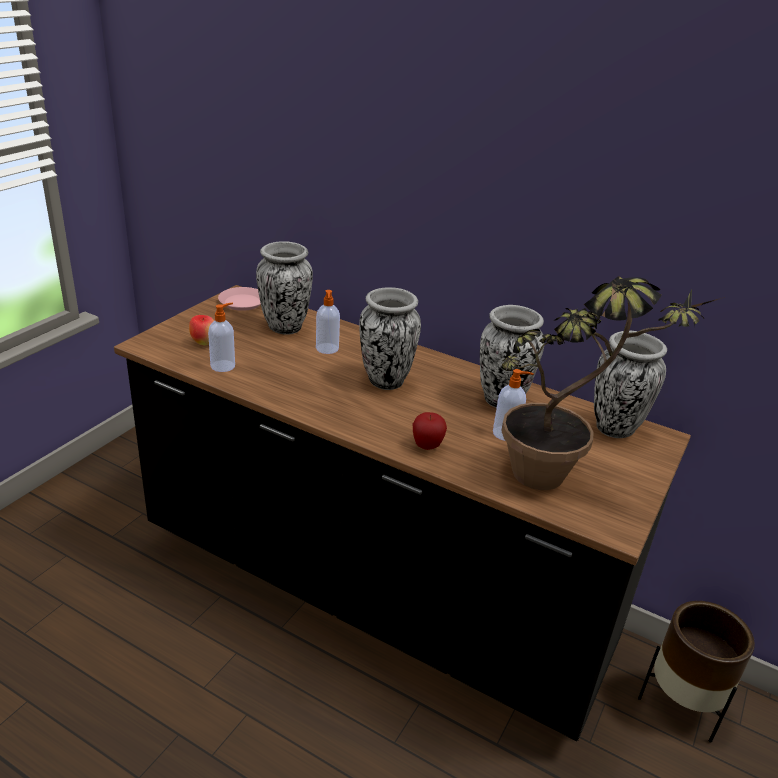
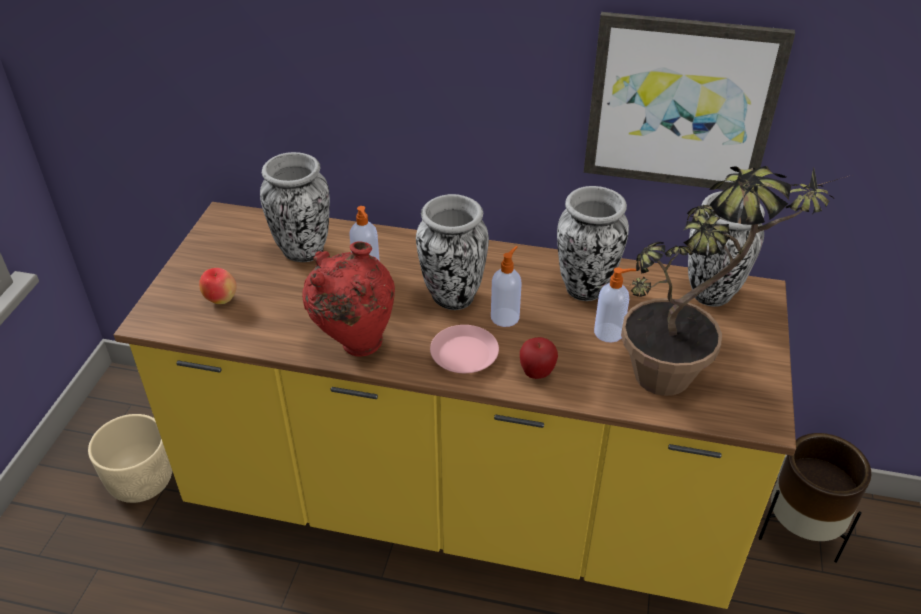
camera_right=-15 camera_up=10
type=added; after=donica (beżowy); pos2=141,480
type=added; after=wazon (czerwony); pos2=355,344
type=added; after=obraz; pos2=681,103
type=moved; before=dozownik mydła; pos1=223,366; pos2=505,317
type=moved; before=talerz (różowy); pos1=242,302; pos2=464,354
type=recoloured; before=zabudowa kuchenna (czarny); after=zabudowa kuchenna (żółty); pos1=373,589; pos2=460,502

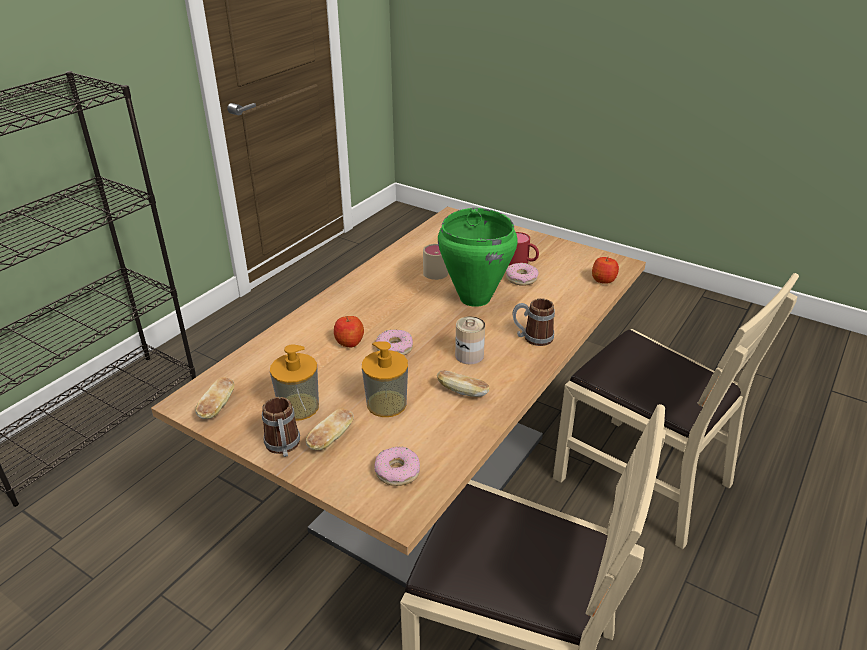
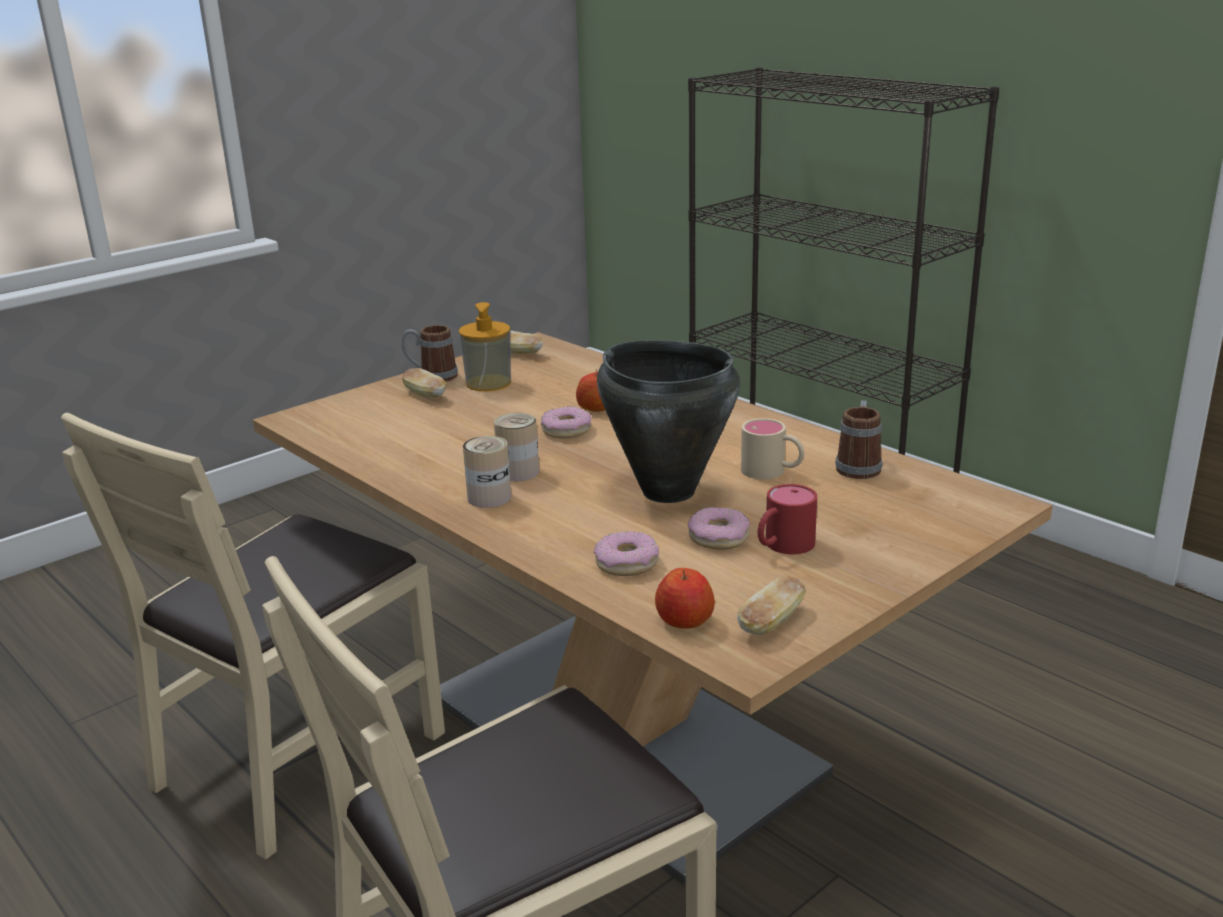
camera_right=105 camera_up=-10
type=removed; before=dozownik mydła; pos1=386,404
type=added; after=puszka; pos2=489,497
type=moved; before=donut; pos1=397,471; pos2=627,563
type=moved; before=chleb; pos1=462,391; pos2=771,622
type=moved; before=kubek; pos1=532,338; pos2=858,466
type=recoloured; before=garnek (zielony); after=garnek (czarny); pos1=474,298; pos2=667,491

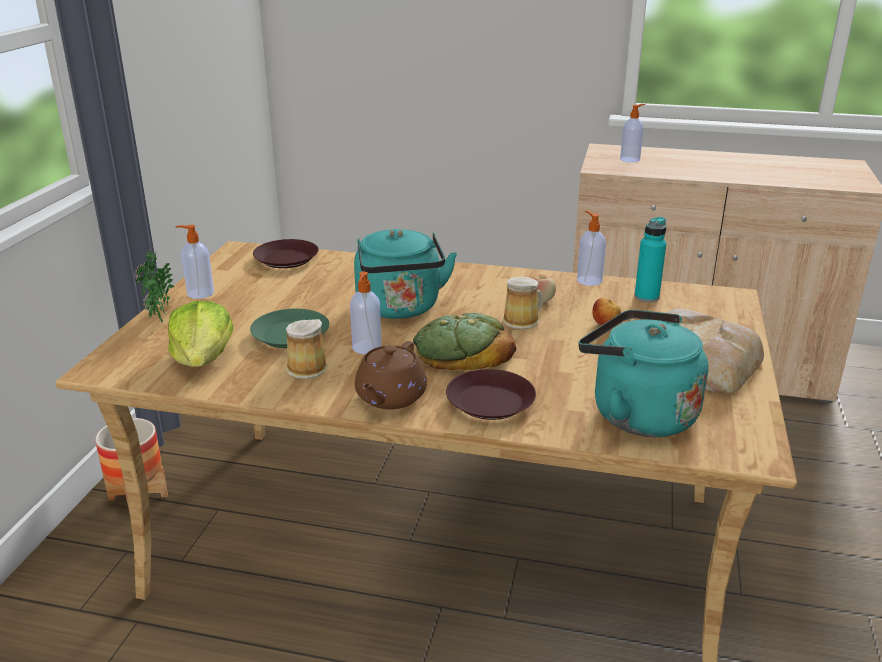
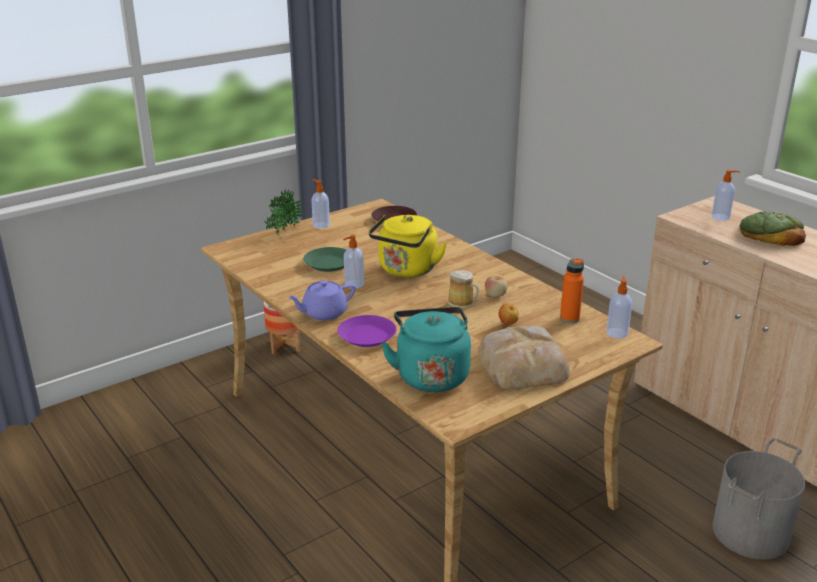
camera_right=40 camera_up=0
type=removed; before=sałata; pos1=203,359
type=removed; before=kubek; pos1=305,368
type=added; after=wiadro (szary); pos2=751,533
type=moved; before=chleb; pos1=462,350; pos2=771,234
type=moved; before=dozownik mydła; pos1=588,280; pos2=617,332
type=recoloured; before=czajnik (turkusowy); after=czajnik (żółty); pos1=400,309; pos2=406,270
type=recoloured; before=imbryk (brązowy); after=imbryk (fioletowy); pos1=390,397; pos2=323,313
type=recoloured; before=talerz (brązowy); after=talerz (fioletowy); pos1=489,402; pos2=366,336
type=recoloured; before=butelka (turkusowy); after=butelka (pomarańczowy); pos1=646,297; pos2=569,319

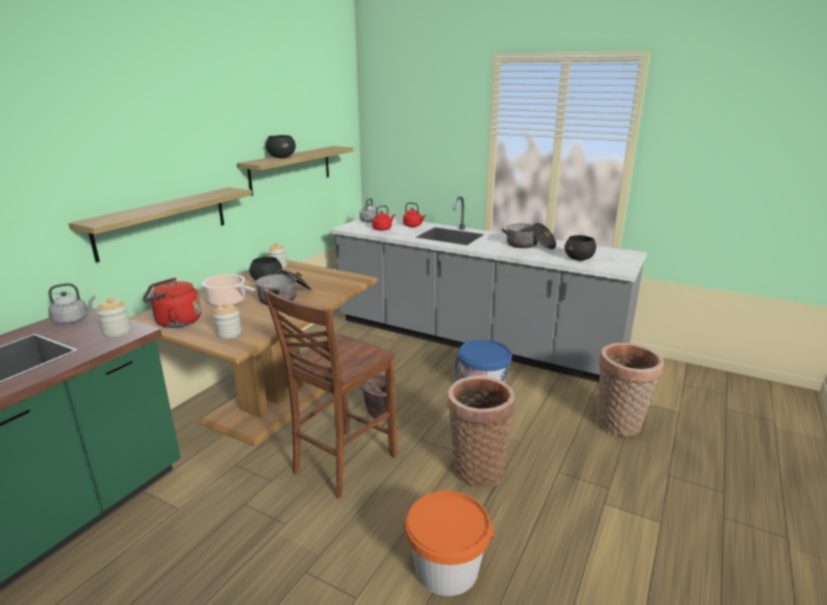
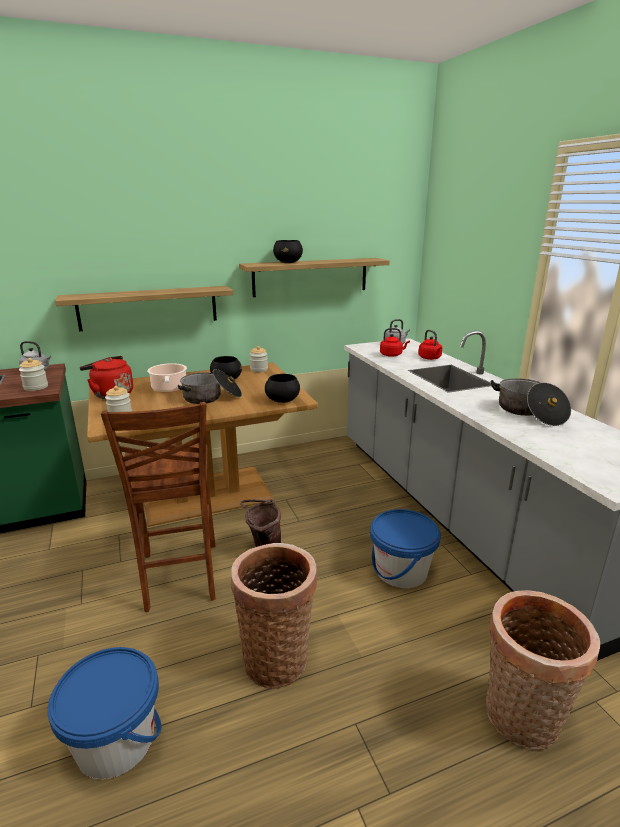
camera_right=40 camera_up=0
type=moved; before=miska (czarny); pos1=579,259; pos2=282,401
type=recoloured; before=wiadro (pomarańczowy); after=wiadro (niebieski); pos1=446,568; pos2=116,740
type=turned; before=krzesło (brązowy); pos1=342,464; pos2=179,577; turn=-90

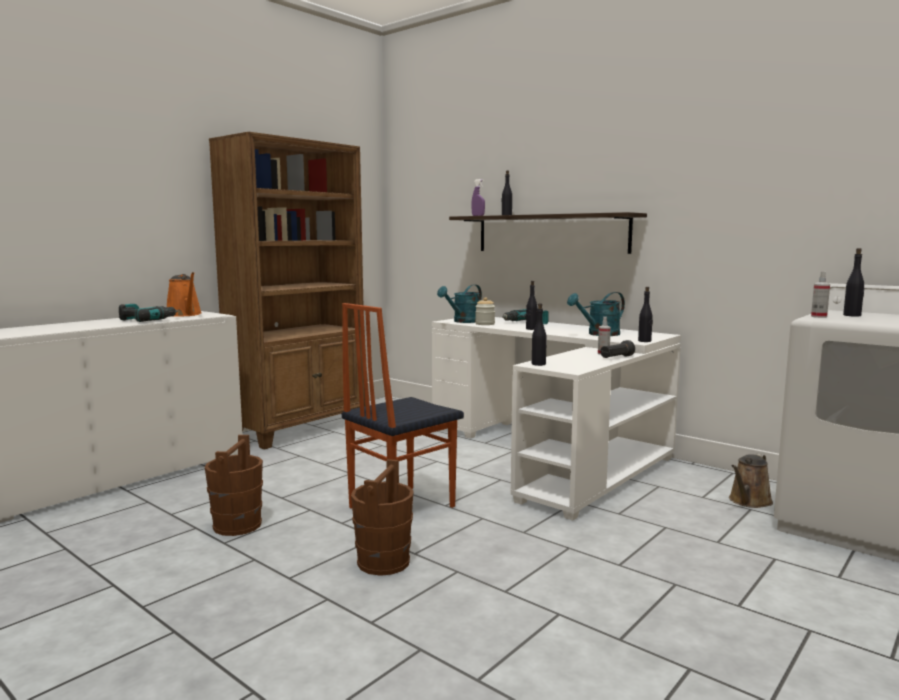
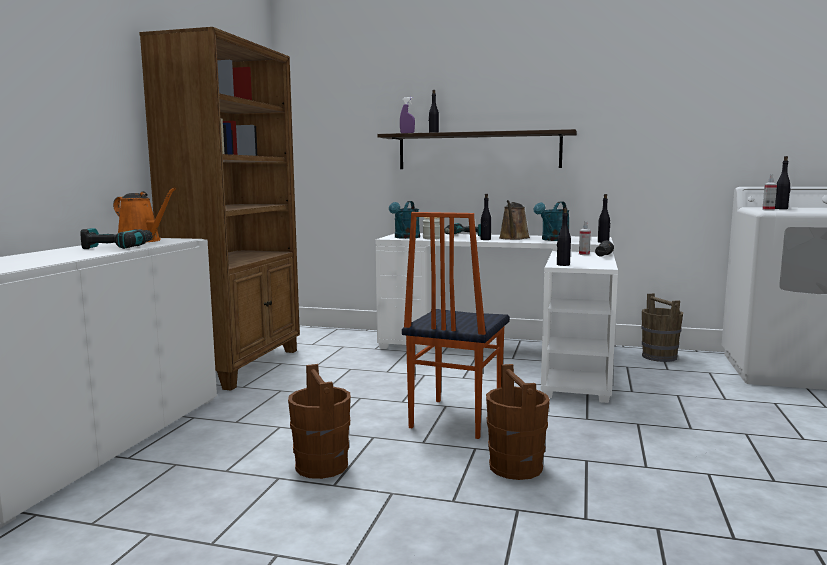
camera_right=-25 camera_up=0
type=added; after=wiadro (brązowy); pos2=659,356
type=moved; before=konewka (brązowy); pos1=748,501; pos2=513,238

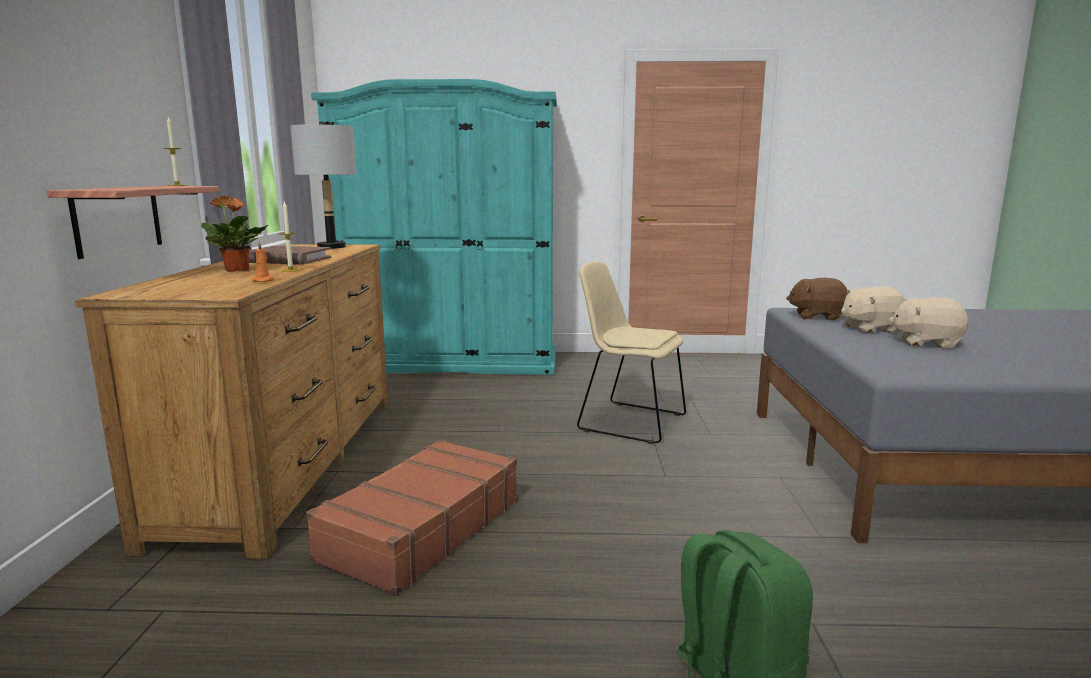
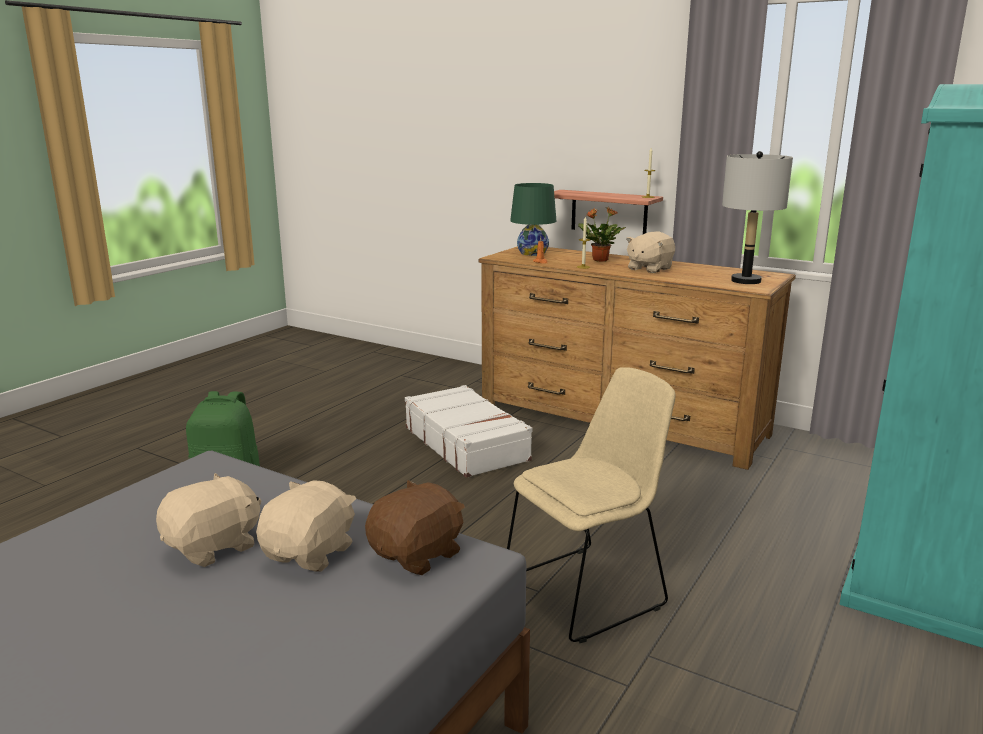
camera_right=120 camera_up=5
type=added; after=lampa stołowa (zielony); pos2=532,253
type=replaced; before=książka (brązowy); after=pluszak (beżowy); pos1=287,260; pos2=649,268
type=recoloured; before=walizka (brązowy); after=walizka (biały); pos1=420,529; pos2=466,443

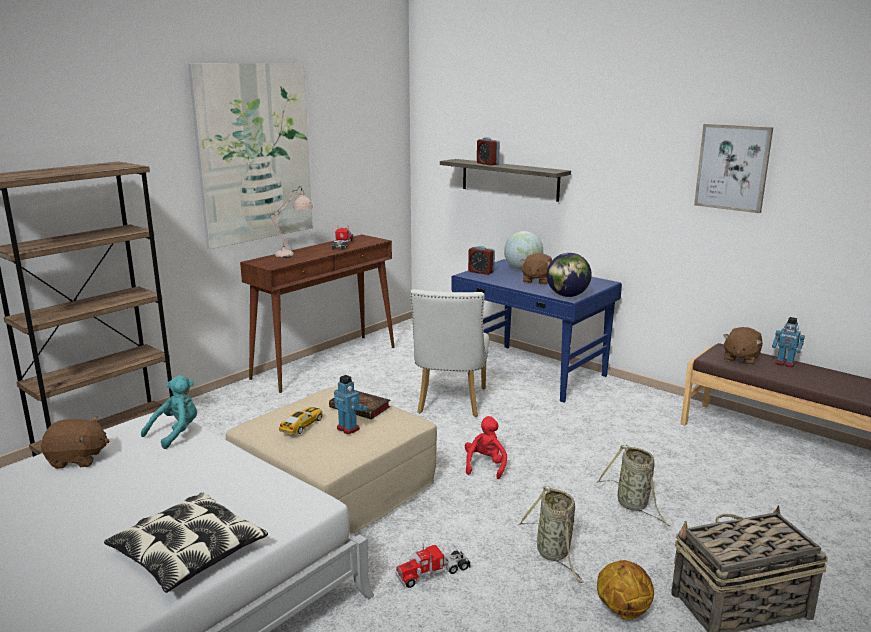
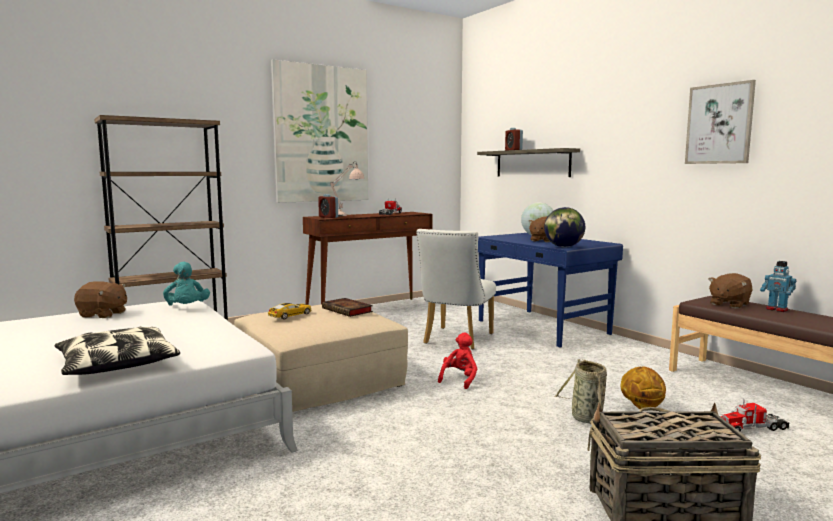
camera_right=15 camera_up=-10
type=removed; before=robot zabawkowy; pos1=348,428
type=removed; before=koszyk; pos1=554,554
type=moved; before=ciężarówka zabawkowa; pos1=433,572; pos2=752,428
type=moved; before=budzik; pos1=481,272; pos2=328,217
type=moved; before=piłka do koszykówki; pos1=622,610; pos2=641,407
type=turned; before=pluszak (turkusowy); pos1=176,433; pos2=187,308; turn=105

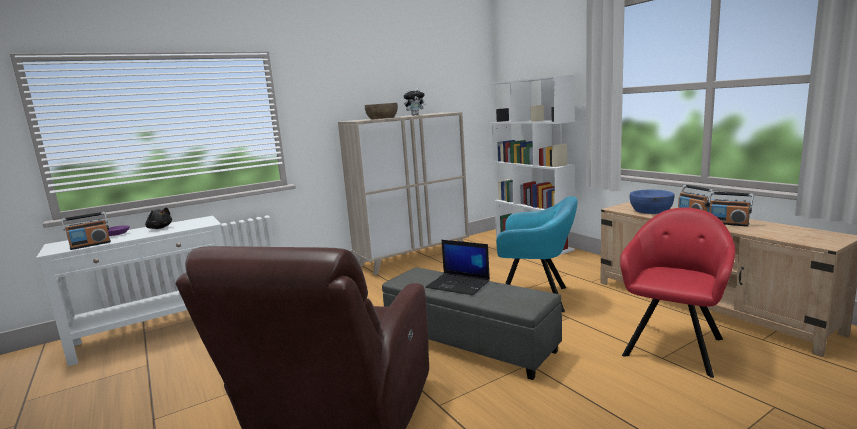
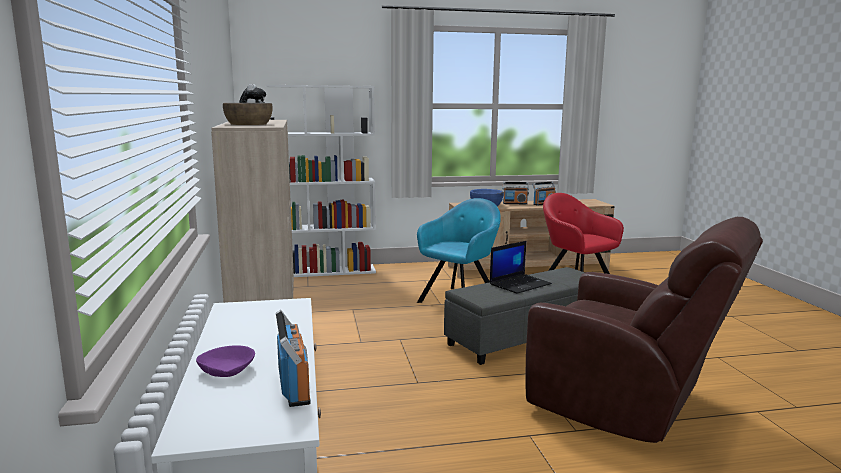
camera_right=-70 camera_up=0
type=removed; before=pluszak (czarny); pos1=159,228

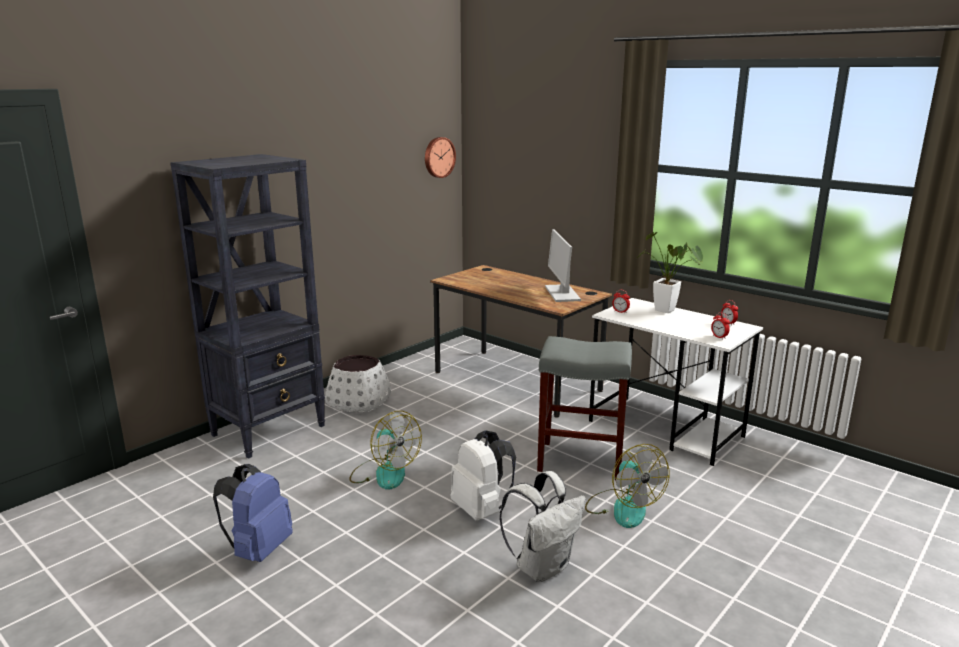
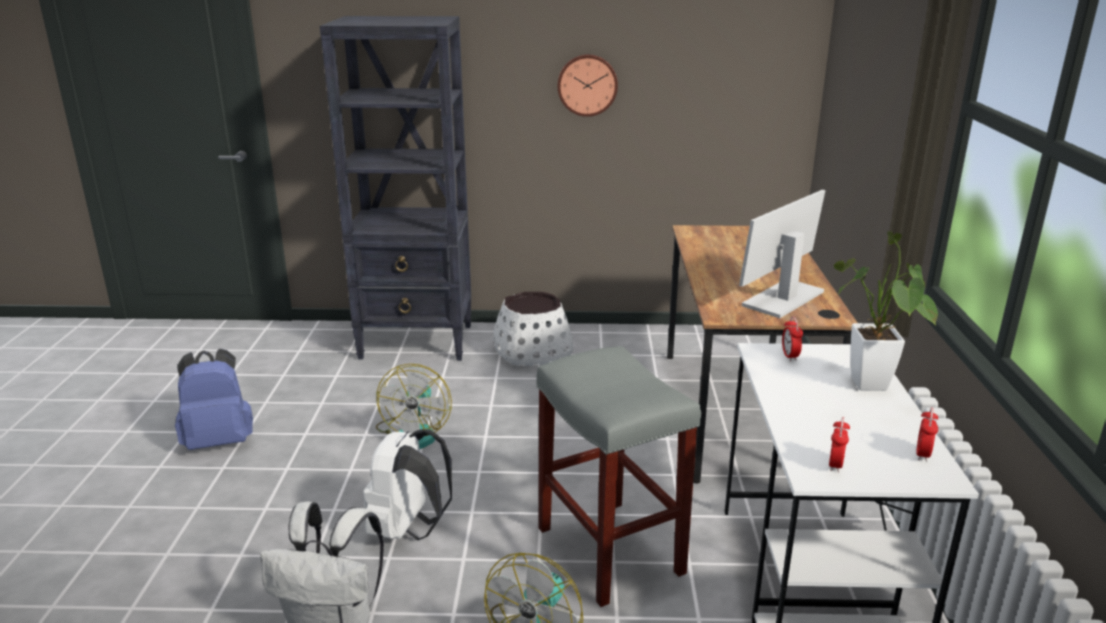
camera_right=50 camera_up=5
type=moved; before=zegar ścienny; pos1=438,157; pos2=587,85

